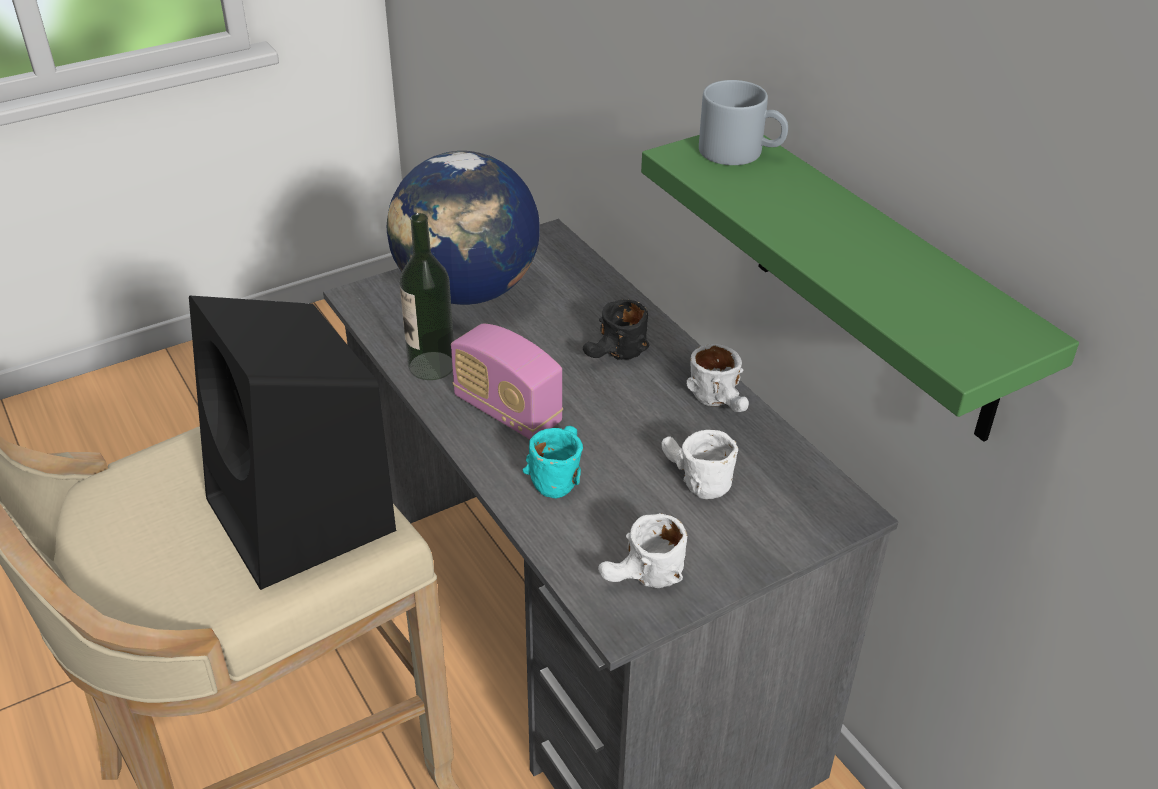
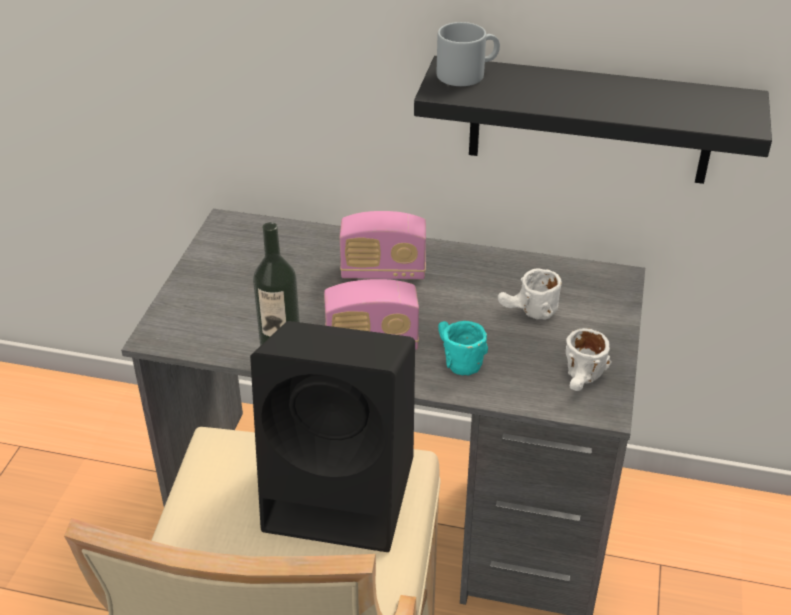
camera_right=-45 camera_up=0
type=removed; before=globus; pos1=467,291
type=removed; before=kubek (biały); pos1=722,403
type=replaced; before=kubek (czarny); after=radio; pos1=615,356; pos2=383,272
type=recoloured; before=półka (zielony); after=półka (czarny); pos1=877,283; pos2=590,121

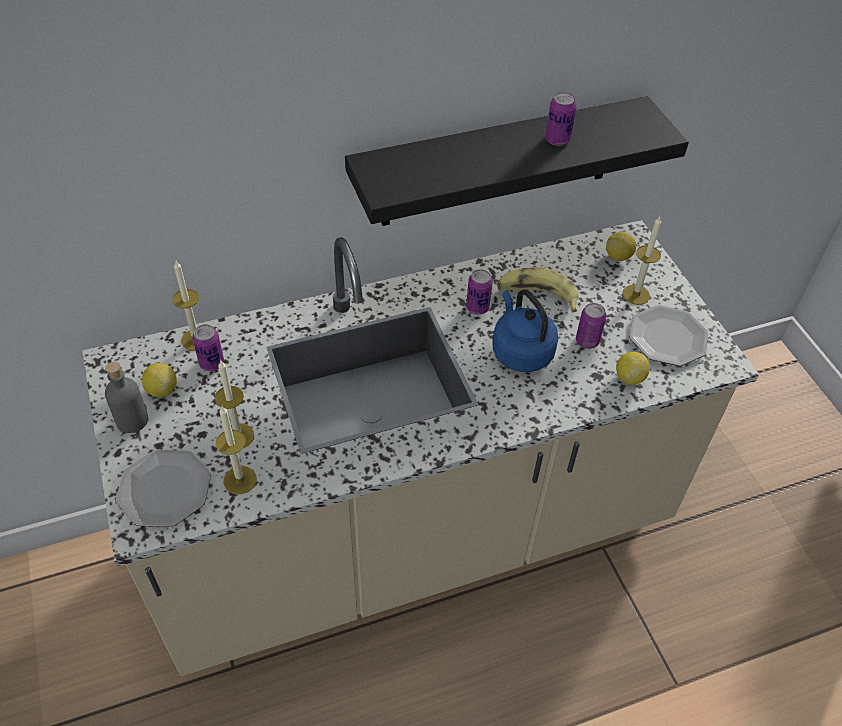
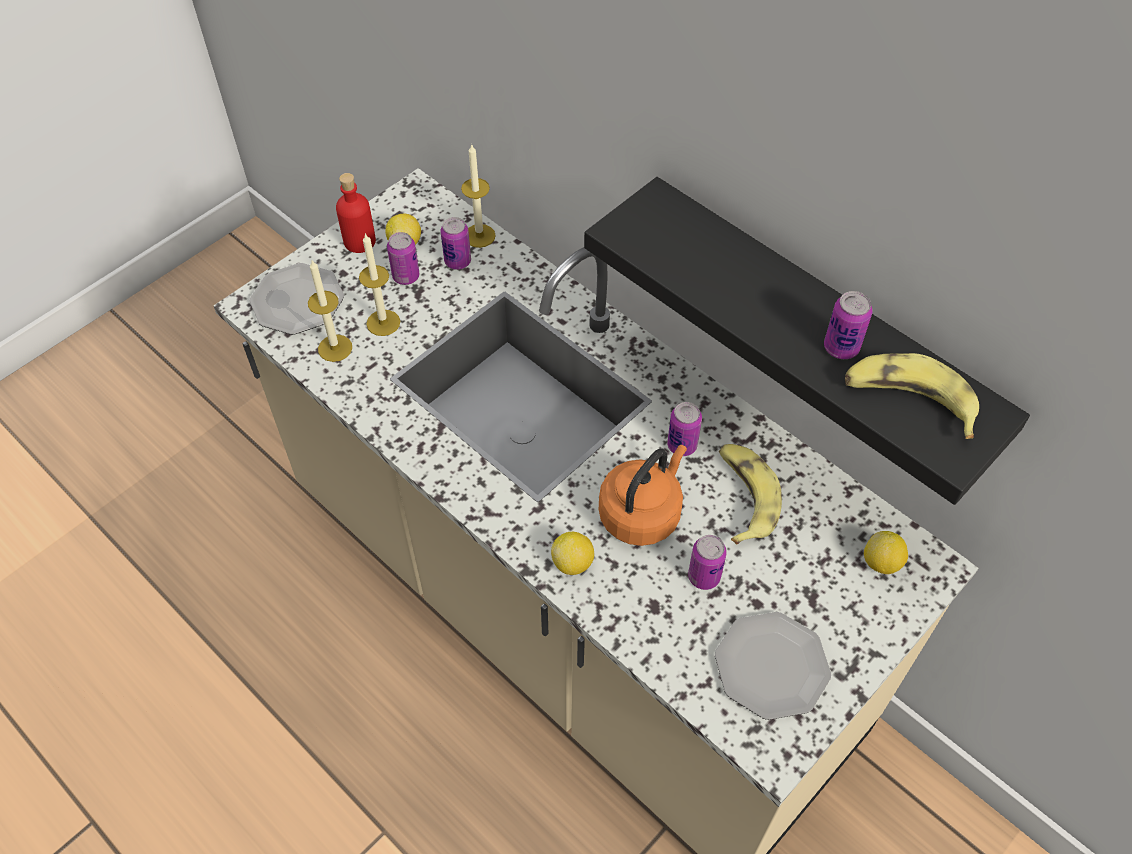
camera_right=65 camera_up=5
type=removed; before=świeca; pos1=636,294
type=added; after=puszka; pos2=406,276
type=added; after=banan; pos2=908,400
type=moved; before=cytryna; pos1=629,377; pos2=573,563
type=recoloured; before=butelka (szary); after=butelka (czerwony); pos1=132,420; pos2=359,241
type=recoloured; before=czajnik (niebieski); after=czajnik (pomarańczowy); pos1=520,351; pos2=642,513

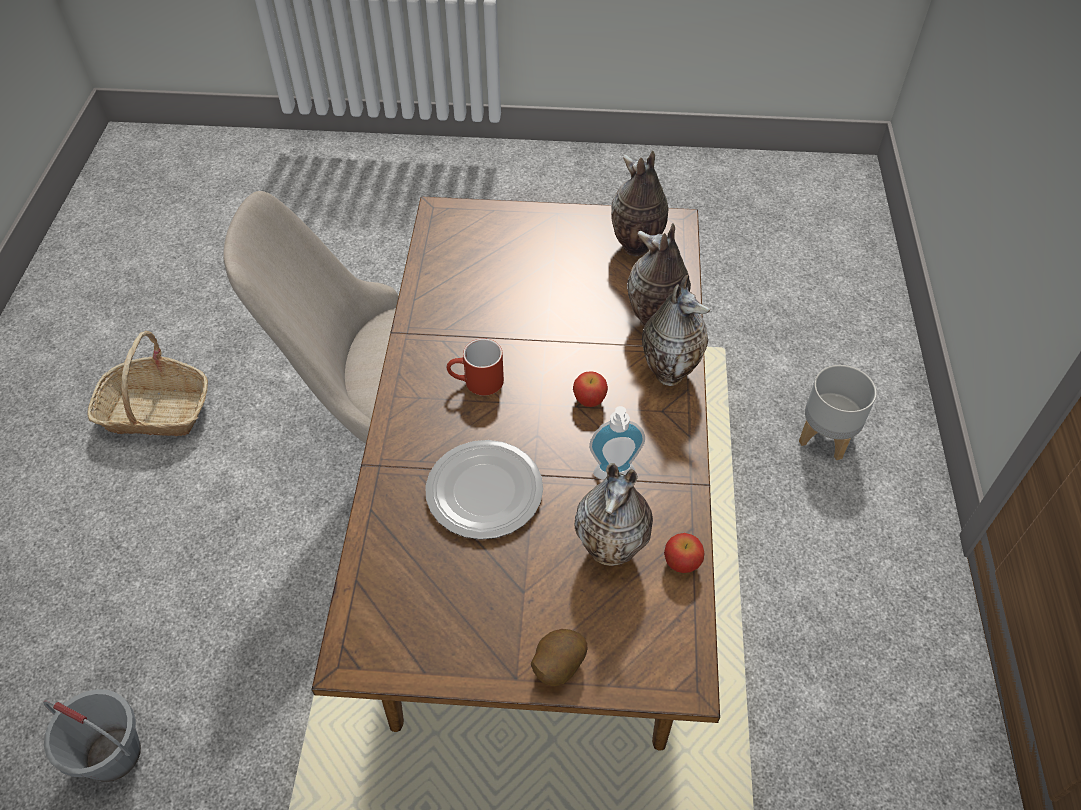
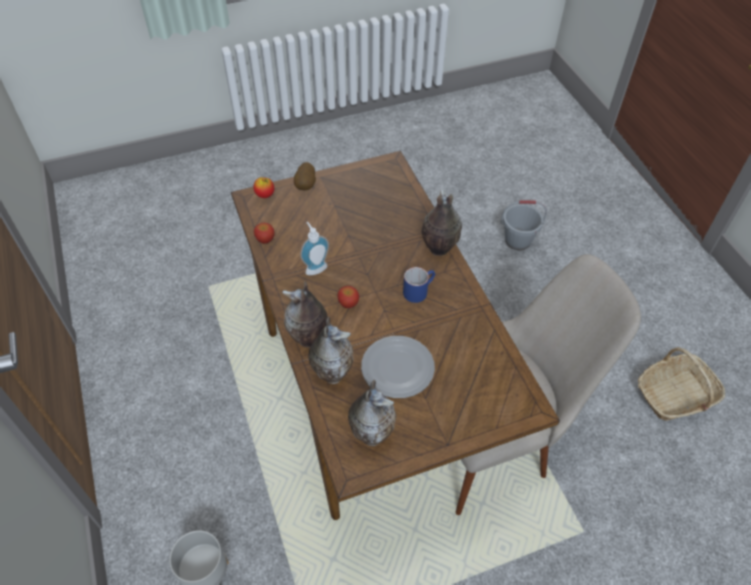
camera_right=155 camera_up=0
type=added; after=jabłko; pos2=265,195
type=moved; before=talerz; pos1=486,491; pos2=397,369
type=moved; before=wazon; pos1=613,550; pos2=438,249
type=recoloured; before=kubek (czerwony); after=kubek (niebieski); pos1=476,383; pos2=418,290

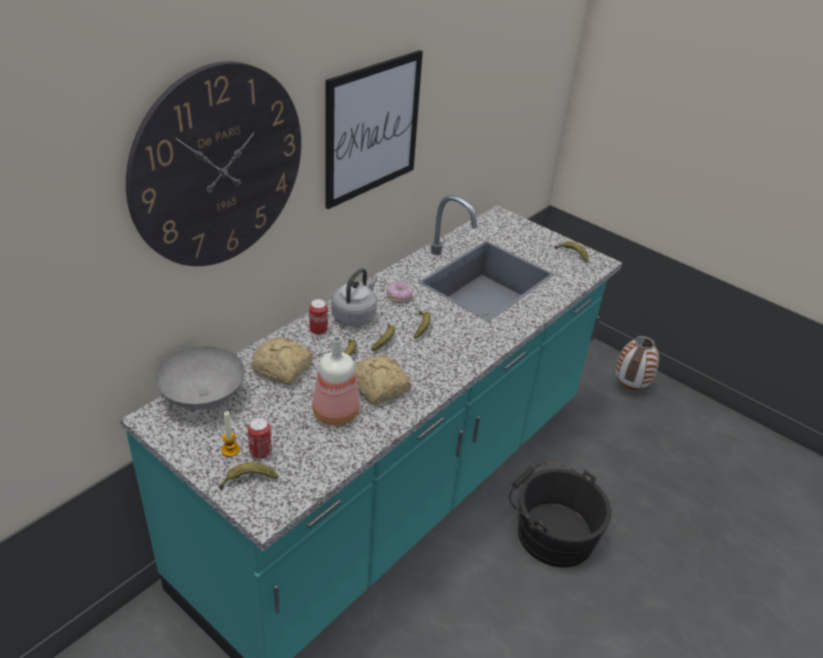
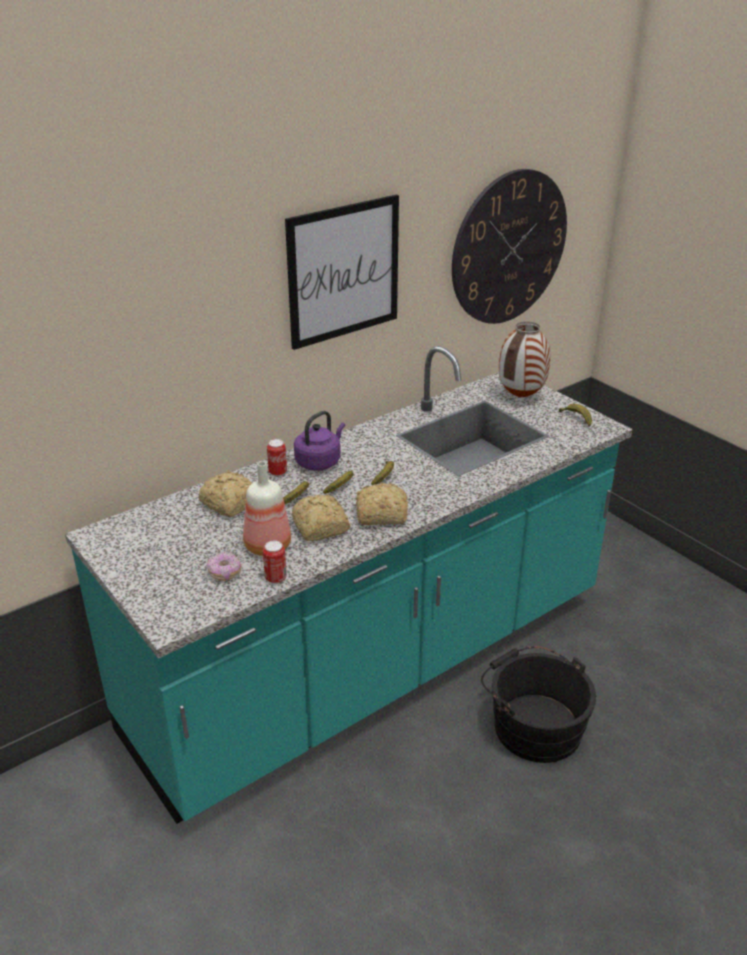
camera_right=15 camera_up=-5
type=removed; before=miska (szary); pos1=203,396
type=removed; before=banan; pos1=248,480
type=removed; before=świeca; pos1=230,450
type=added; after=chleb; pos2=379,514
type=moved; before=zegar ścienny; pos1=219,167; pos2=509,248
type=moved; before=puszka; pos1=260,452; pos2=275,578
type=moved; before=donut; pos1=399,297; pos2=225,573
type=moved; before=wazon; pos1=629,386; pos2=520,396
type=recoloured; before=czajnik (szary); after=czajnik (fioletowy); pos1=355,316; pos2=319,462

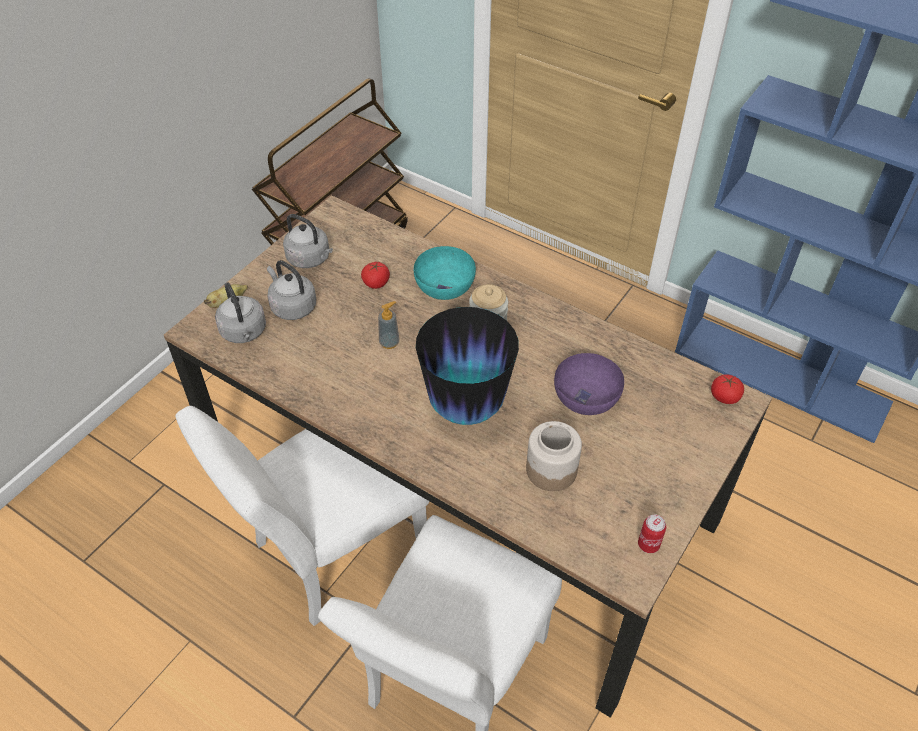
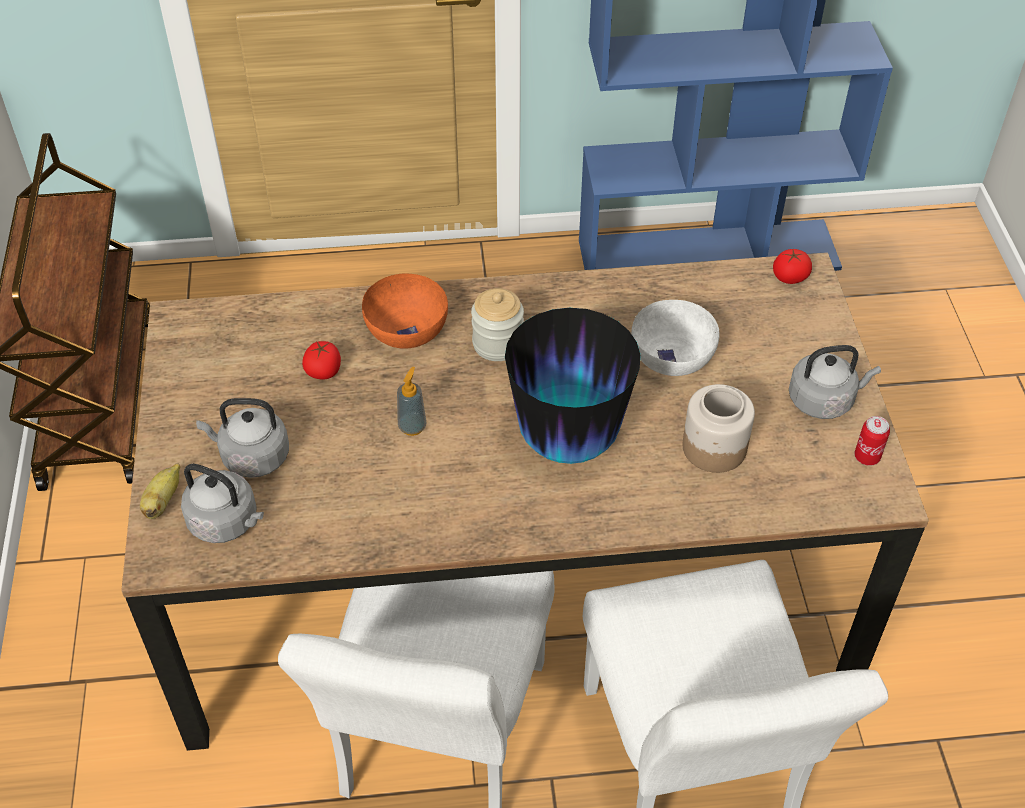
camera_right=-40 camera_up=0
type=moved; before=czajnik (szary); pos1=310,259; pos2=824,400
type=recoloured; before=miska (turkusowy); after=miska (pomarańczowy); pos1=445,287; pos2=408,330
type=recoloured; before=miska (fioletowy); after=miska (biały); pos1=586,399; pos2=672,358

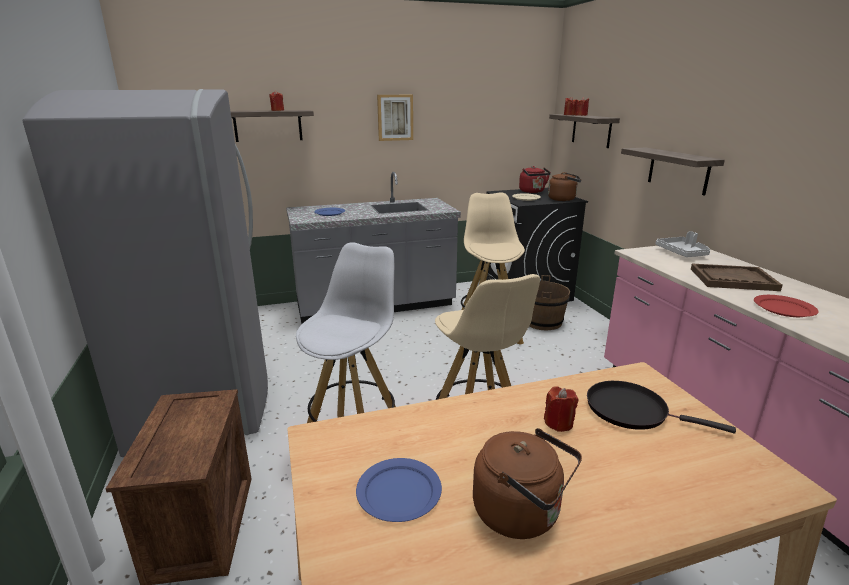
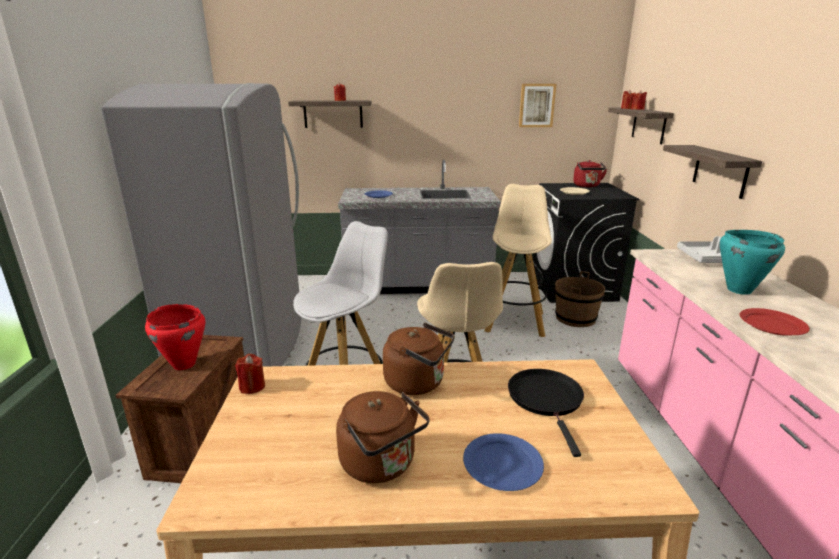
camera_right=15 camera_up=0
type=added; after=garnek (czerwony); pos2=184,364
type=moved; before=talerz (niebieski); pos1=399,492; pos2=502,465
type=moved; before=obraz; pos1=395,117; pos2=536,105
type=moved; before=świeca (czerwony); pos1=558,423; pos2=252,387
type=moved; before=czajnik (brązowy); pos1=563,199; pos2=418,383
type=replaced; before=taca (brązowy); after=garnek (turkusowy); pos1=732,279; pos2=738,290
type=turned; before=patelnia (czarny); pos1=632,410; pos2=546,400; turn=45

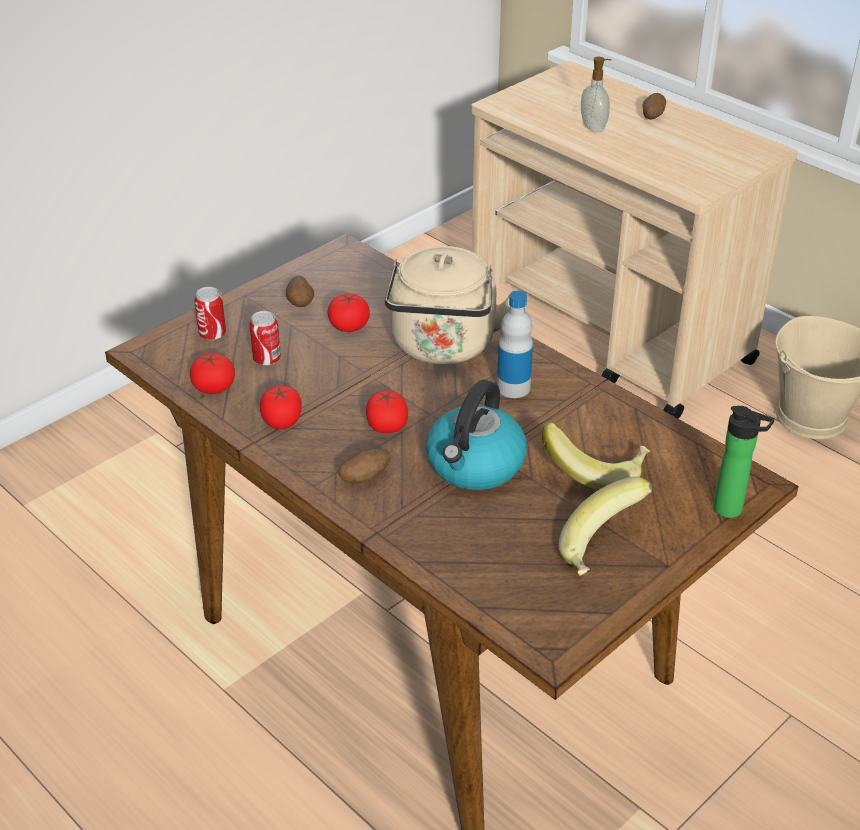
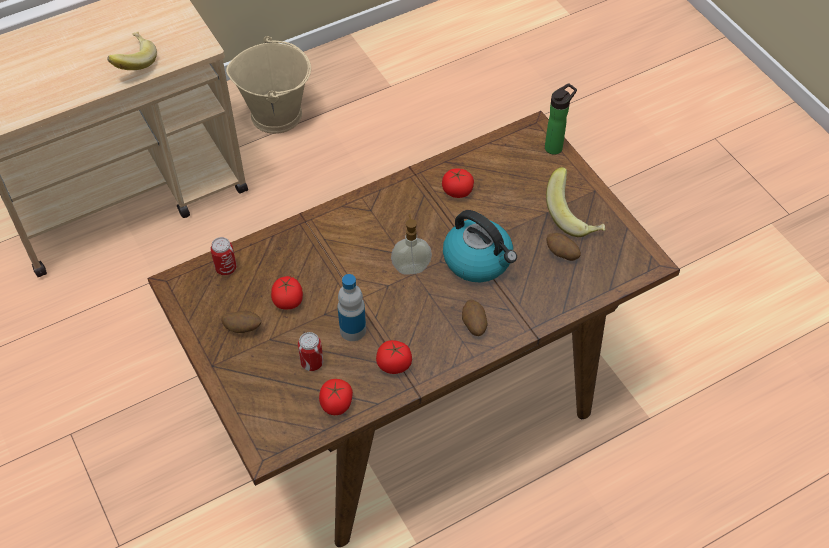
camera_right=-75 camera_up=15
type=removed; before=czajnik (beżowy); pos1=443,347
type=moved; before=puszka; pos1=212,335; pos2=226,268
type=moved; before=pomidor; pos1=387,426; pos2=457,191
type=moved; before=butelka; pos1=513,387; pos2=353,330
type=moved; before=banan; pos1=595,471; pos2=133,62
type=moved; before=dozownik mydła; pos1=594,127; pos2=411,268
type=moved; before=ziemniak; pos1=652,116; pos2=561,254

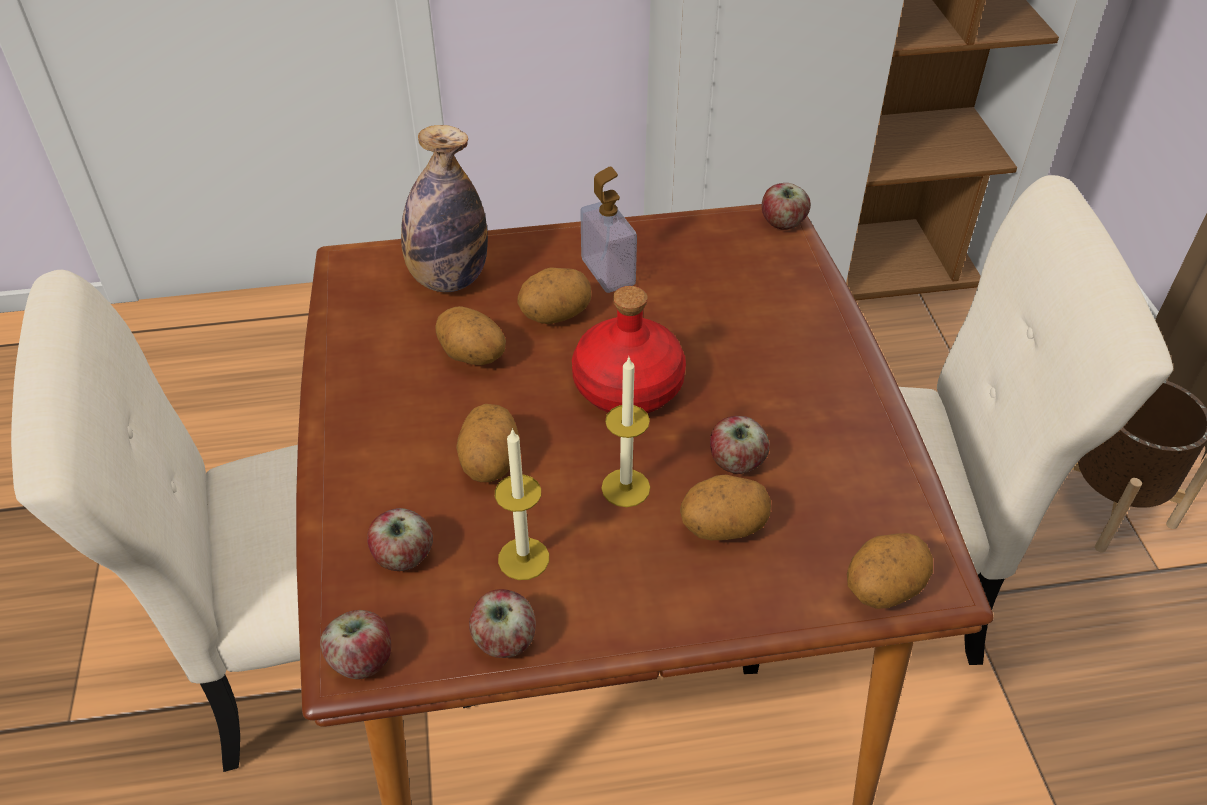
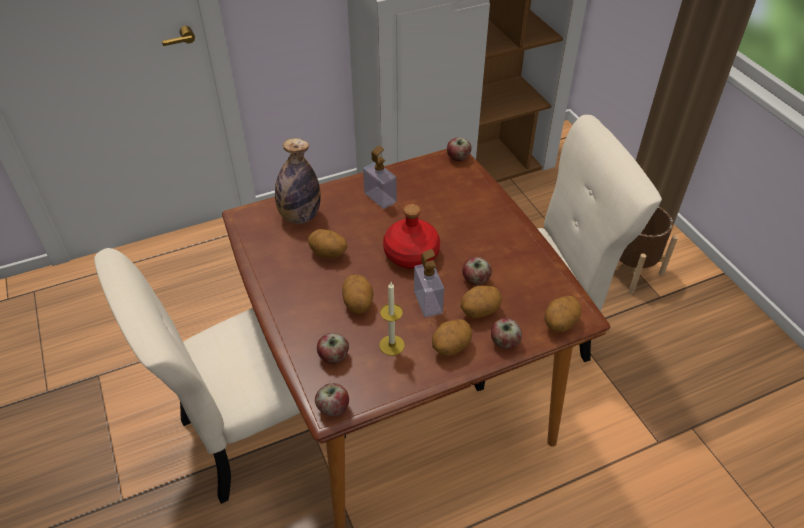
camera_right=-15 camera_up=0
type=moved; before=jabłko; pos1=504,641; pos2=504,342
type=moved; before=ziemniak; pos1=555,315; pos2=451,347
type=replaced; before=świeca; after=dozownik mydła; pos1=625,488; pos2=428,302

